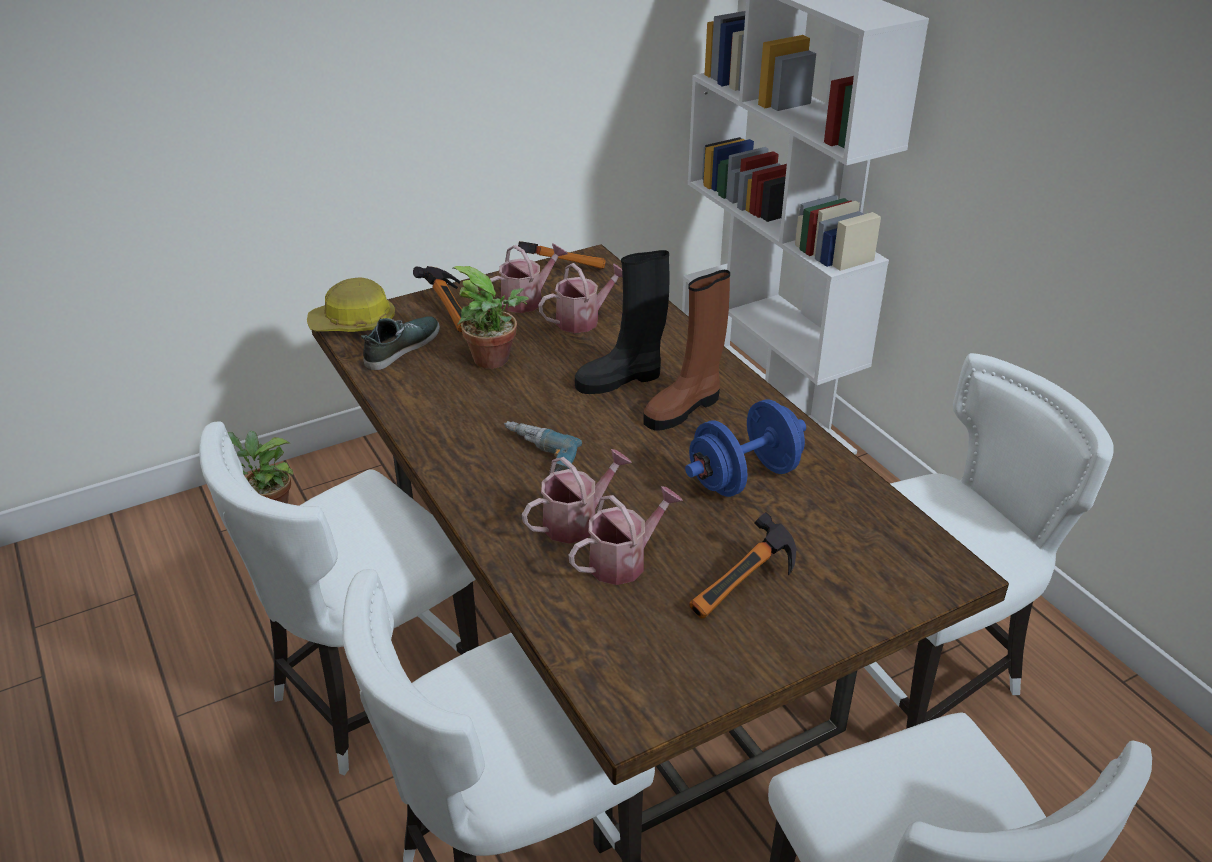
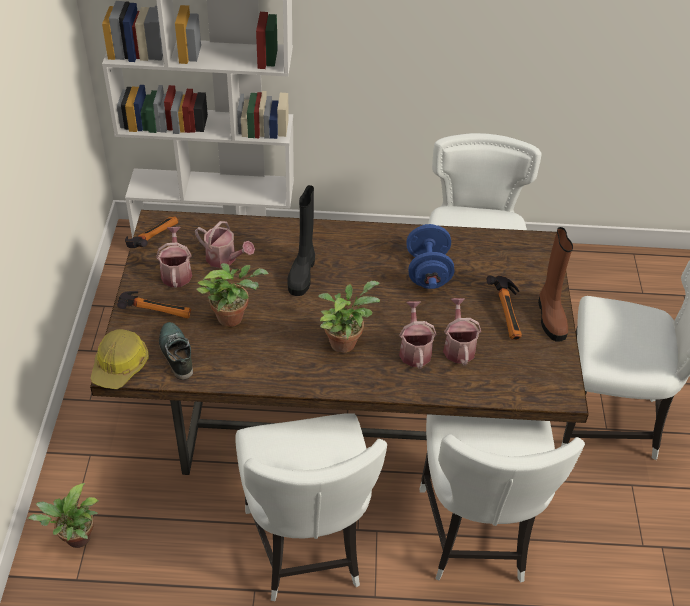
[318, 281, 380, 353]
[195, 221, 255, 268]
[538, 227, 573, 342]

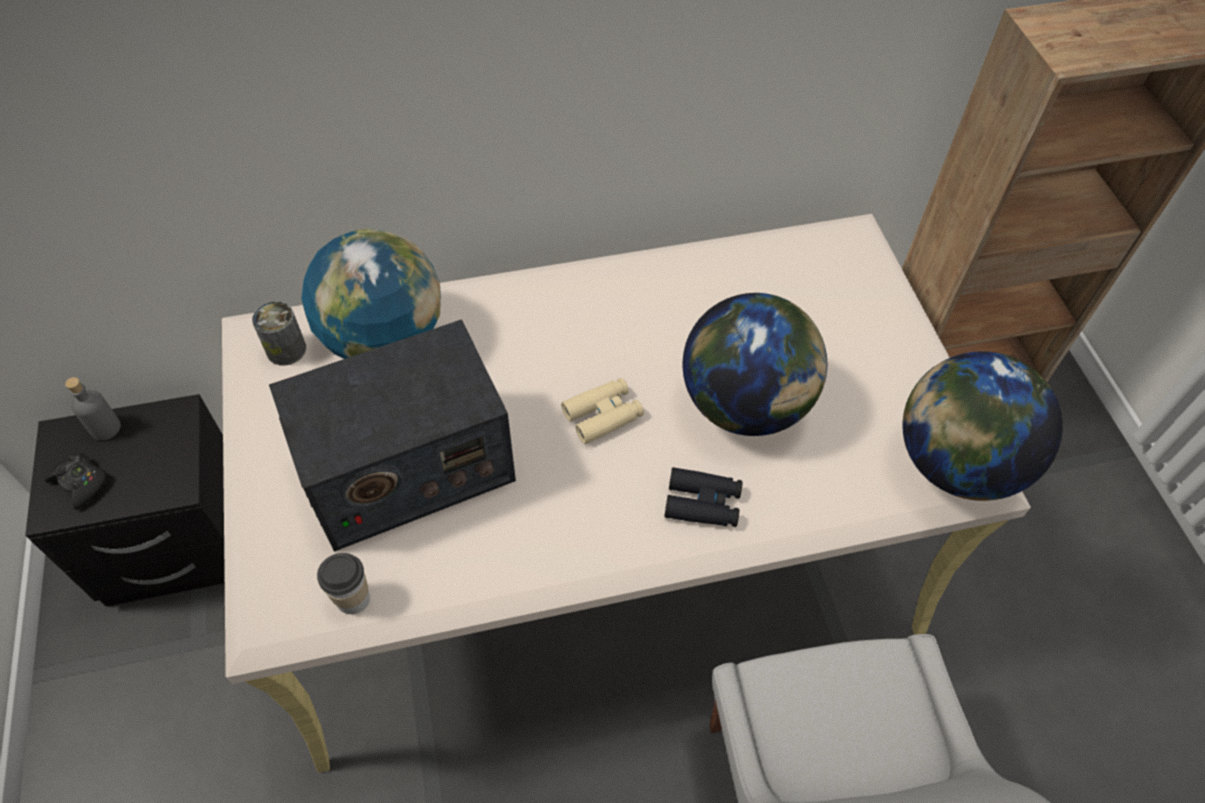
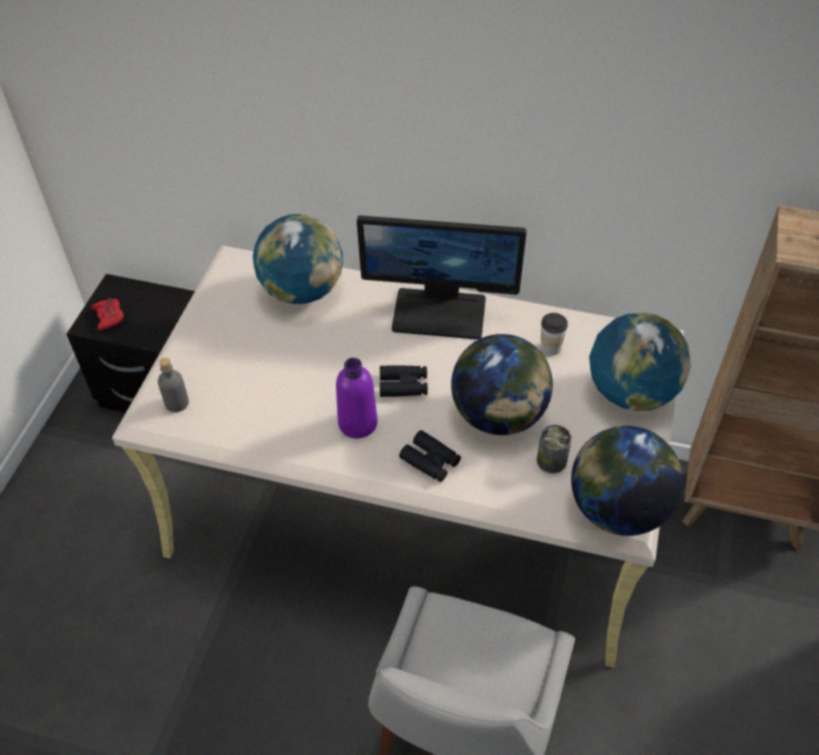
[91, 298, 124, 331]
[158, 358, 189, 412]
[537, 425, 572, 473]
[269, 319, 516, 552] (first image)
[541, 313, 568, 355]
[380, 365, 428, 397]
[336, 358, 378, 438]
[357, 215, 527, 339]
[589, 313, 691, 411]

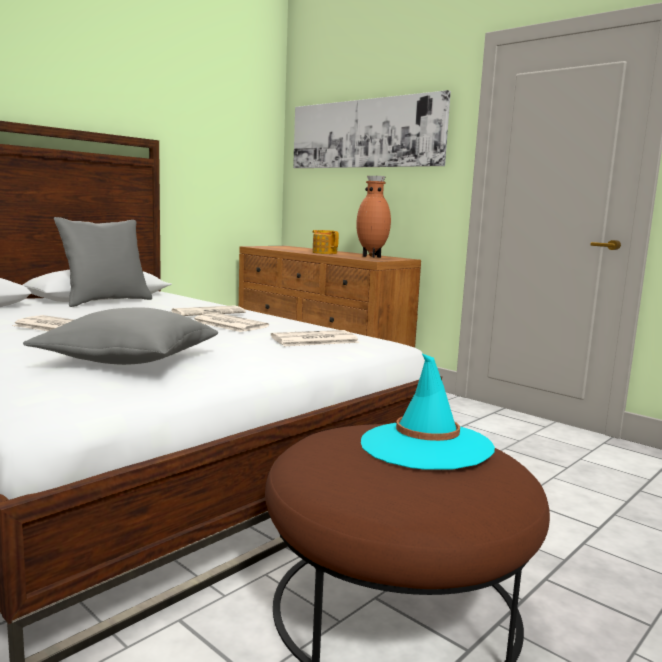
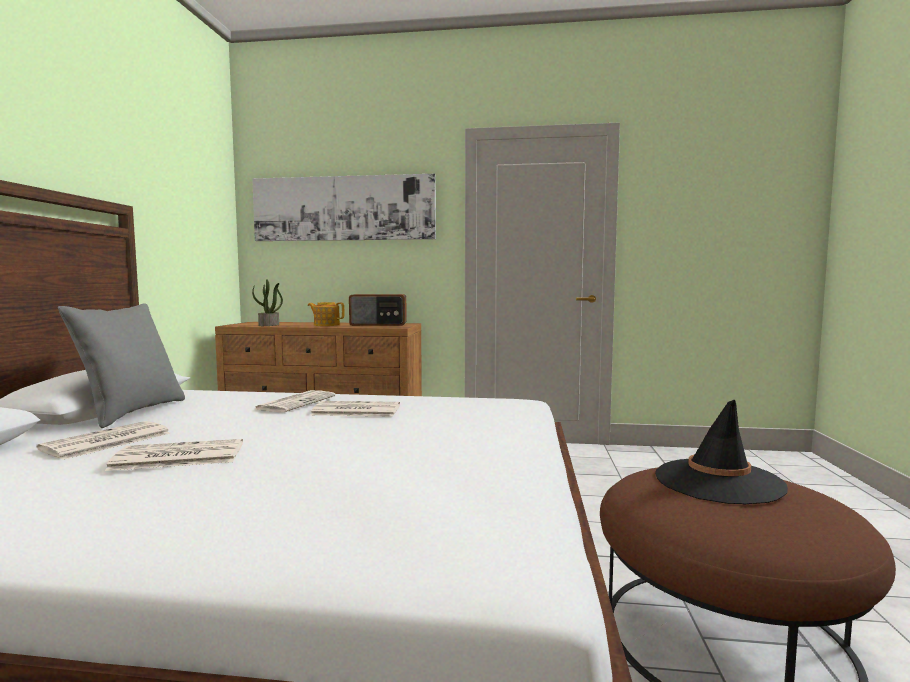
[23, 307, 219, 365] (first image)
[36, 421, 170, 460]
[349, 294, 407, 326]
[655, 400, 788, 505]
[252, 279, 283, 326]

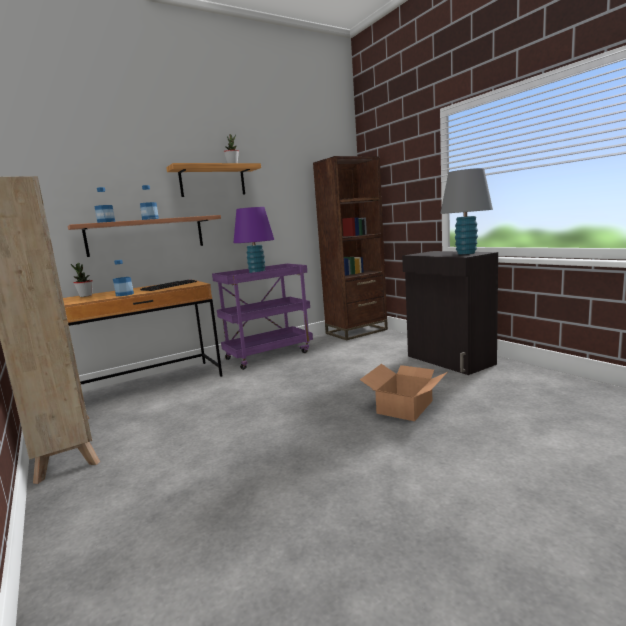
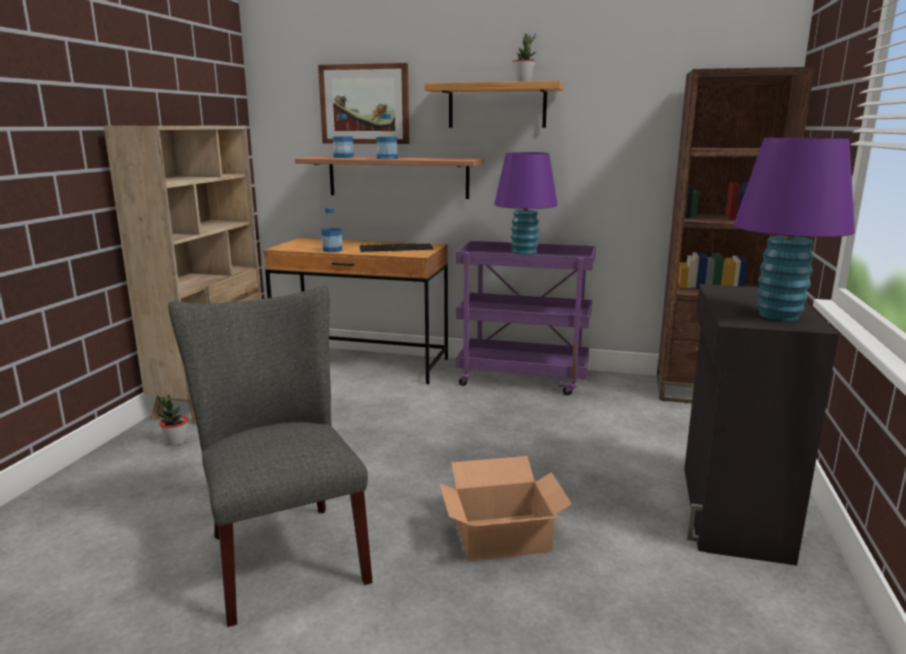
[157, 394, 188, 446]
[734, 138, 855, 321]
[168, 285, 373, 627]
[318, 63, 409, 144]

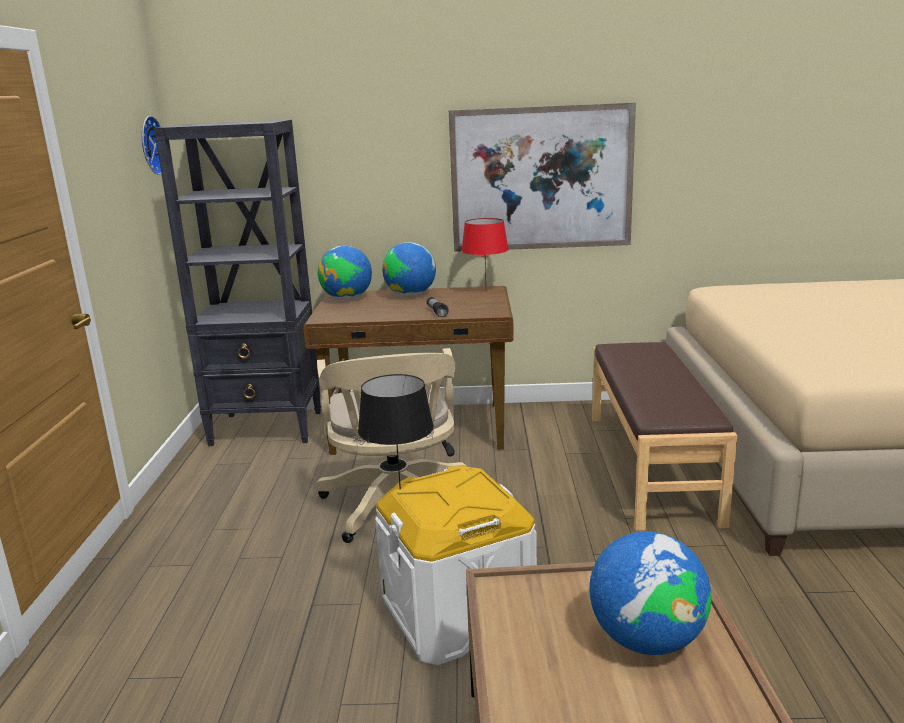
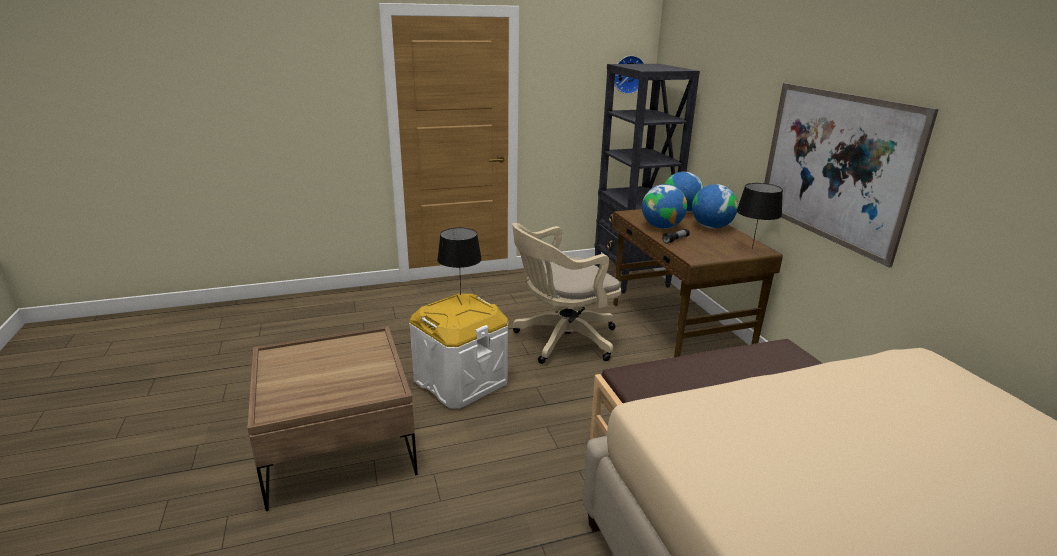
[737, 183, 783, 249]
[642, 184, 687, 229]

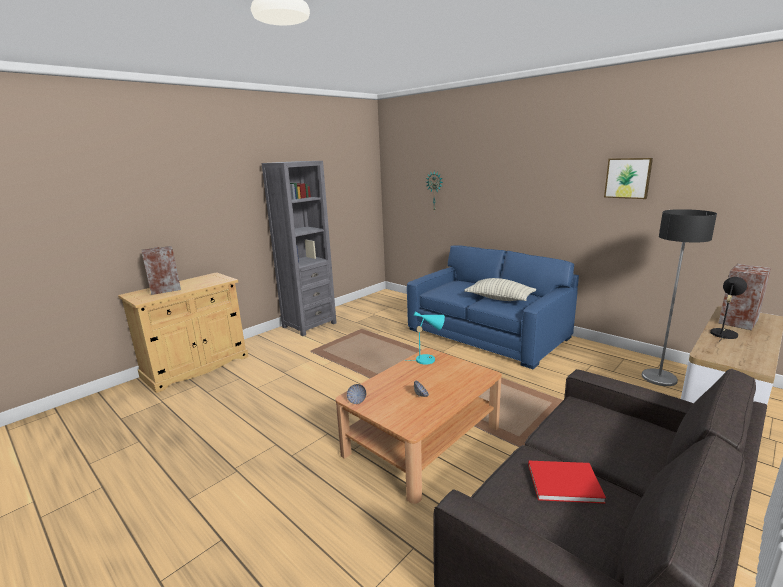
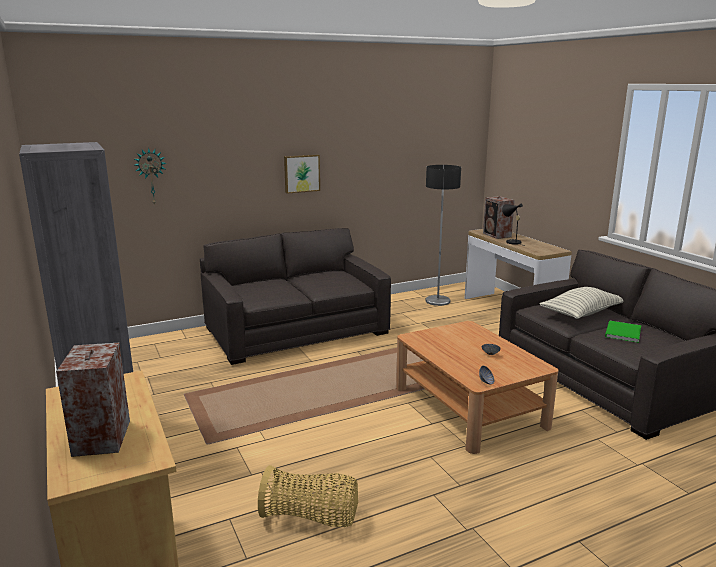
[200, 228, 391, 365]
[407, 311, 445, 365] (first image)
[540, 287, 623, 319]
[605, 321, 641, 343]
[284, 155, 320, 194]
[258, 465, 358, 527]

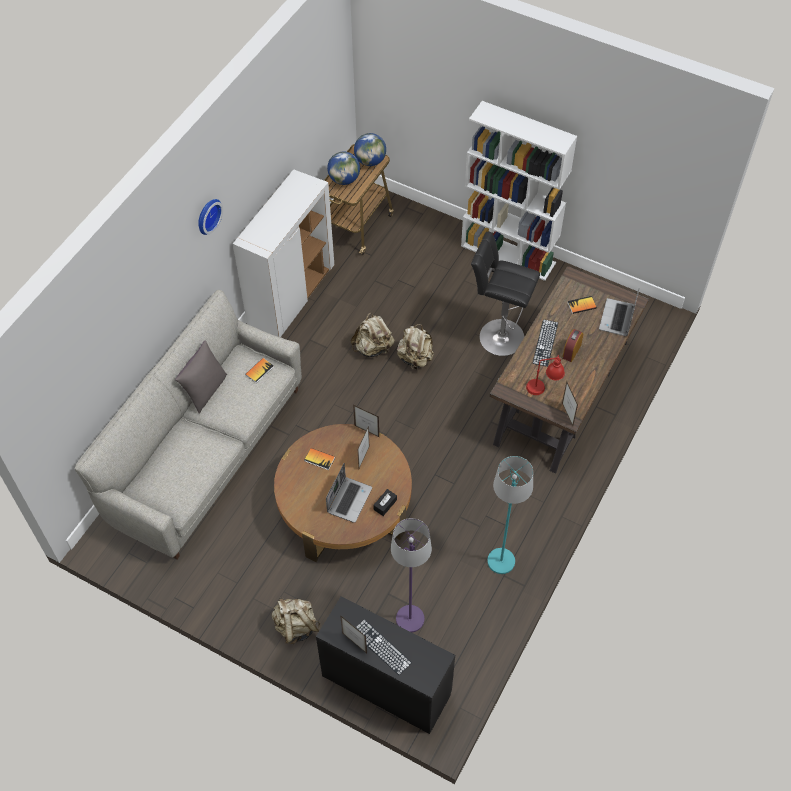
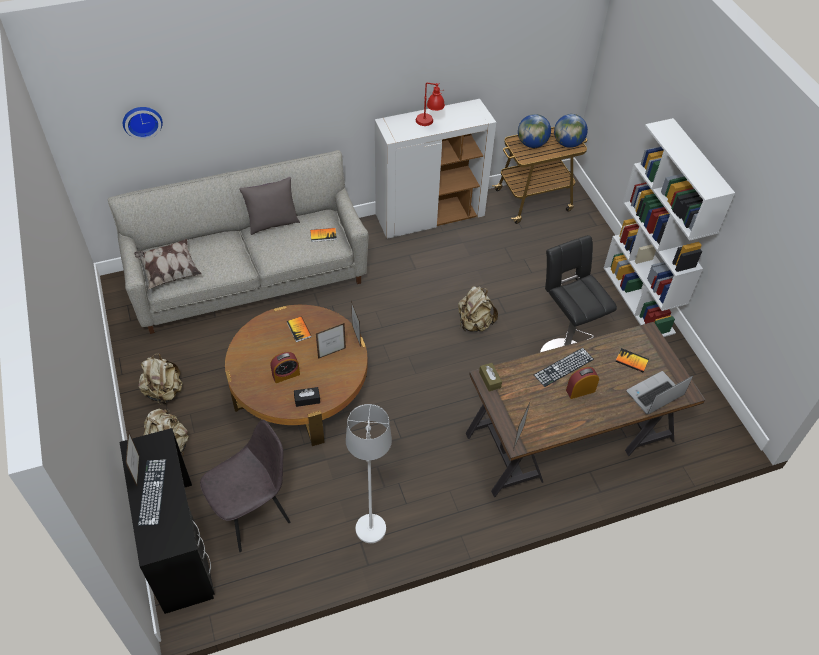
[123, 107, 163, 140]
[270, 352, 300, 383]
[139, 353, 182, 405]
[200, 420, 290, 552]
[346, 404, 392, 543]
[416, 83, 445, 126]
[134, 239, 201, 290]
[479, 363, 502, 391]

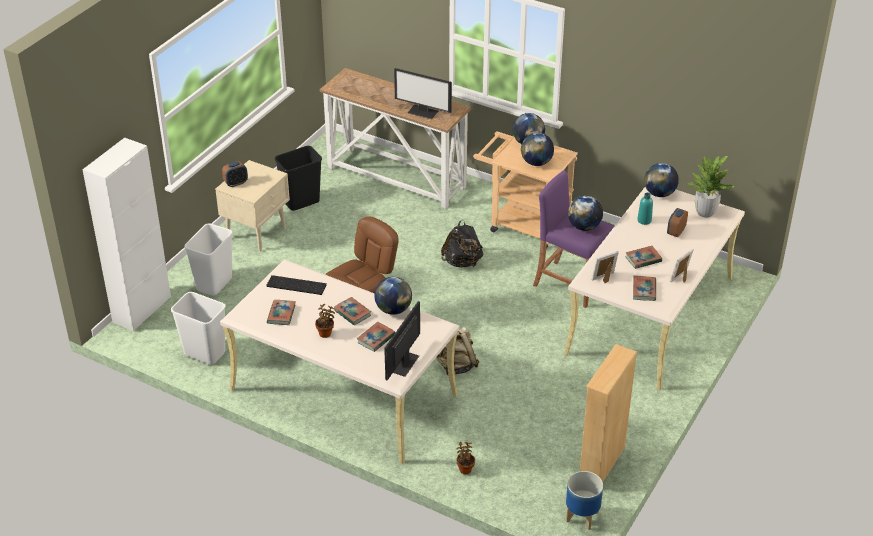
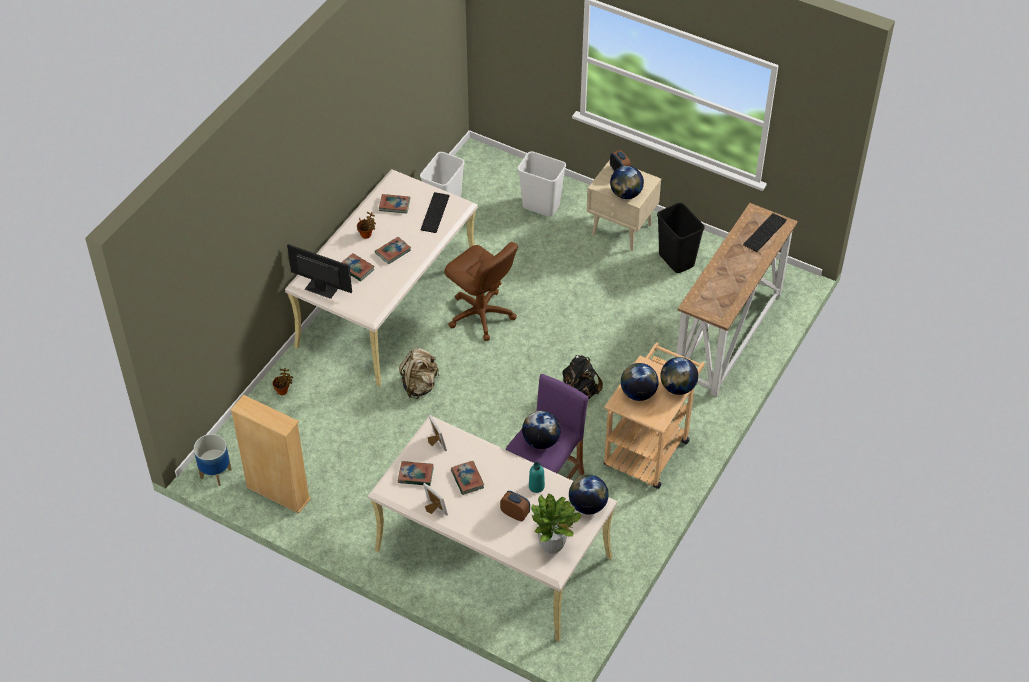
[82, 138, 171, 331] (first image)
[610, 166, 644, 199]
[394, 68, 452, 119] (first image)
[743, 213, 787, 252]

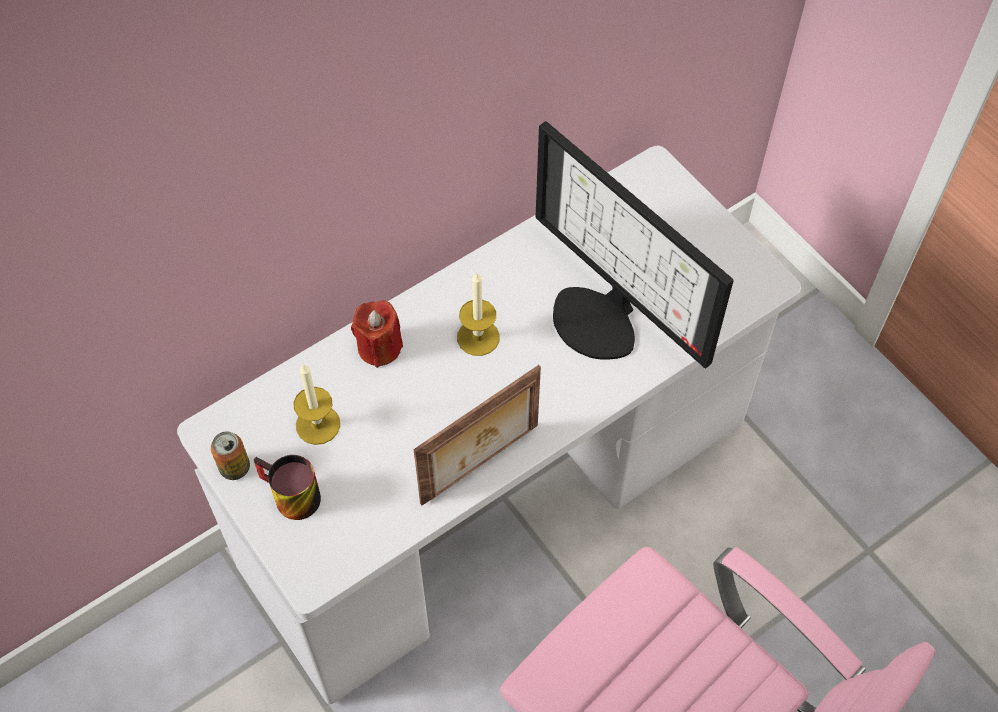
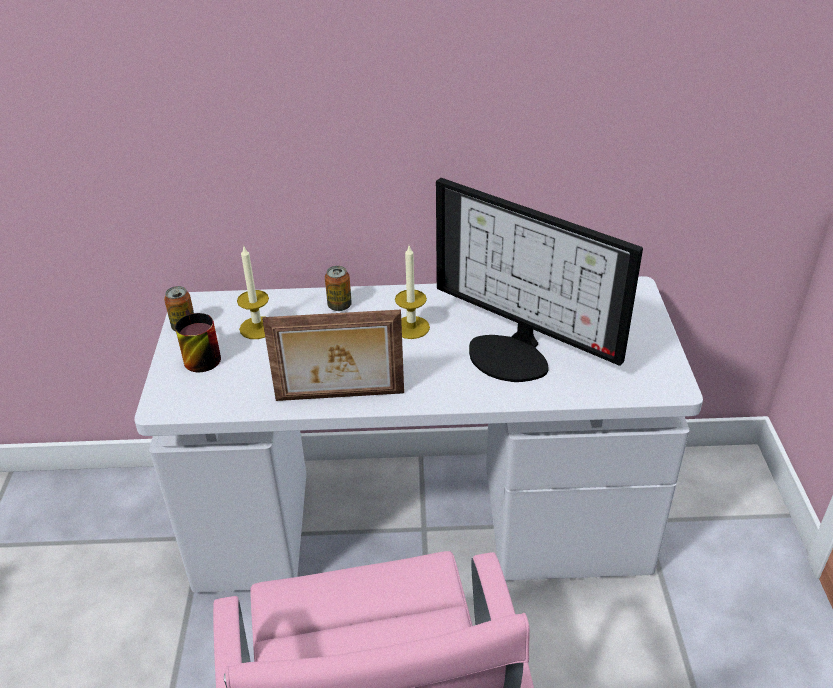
[325, 266, 352, 311]
[436, 178, 643, 382]

